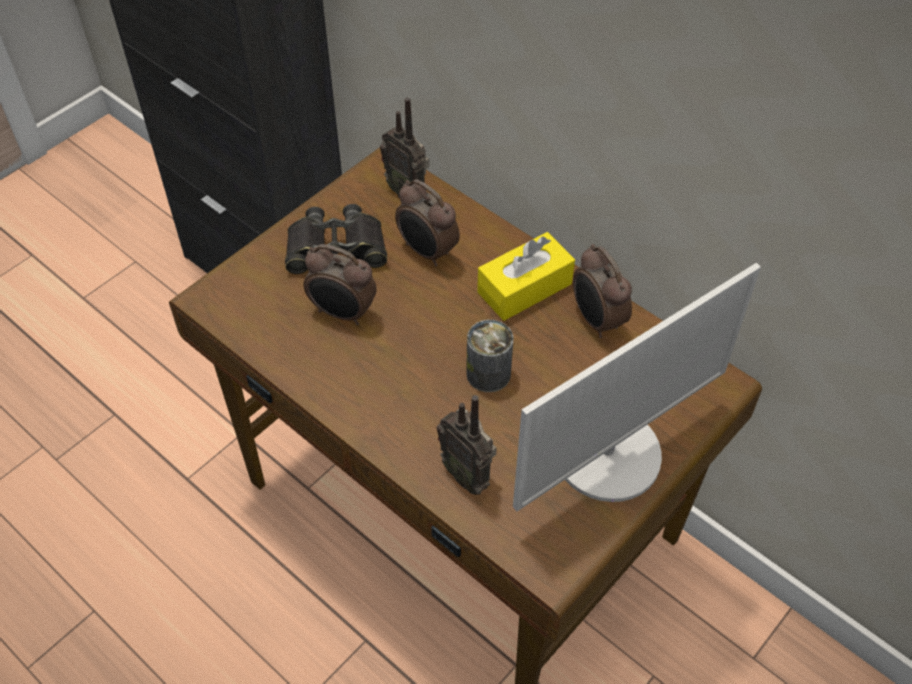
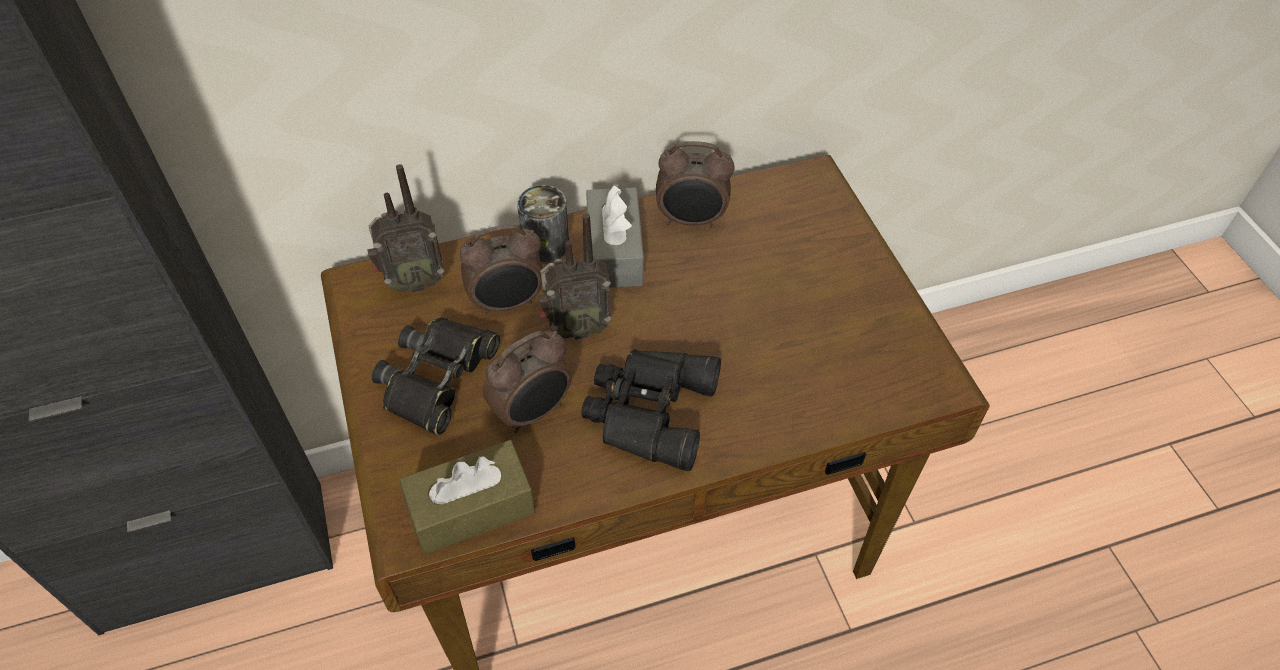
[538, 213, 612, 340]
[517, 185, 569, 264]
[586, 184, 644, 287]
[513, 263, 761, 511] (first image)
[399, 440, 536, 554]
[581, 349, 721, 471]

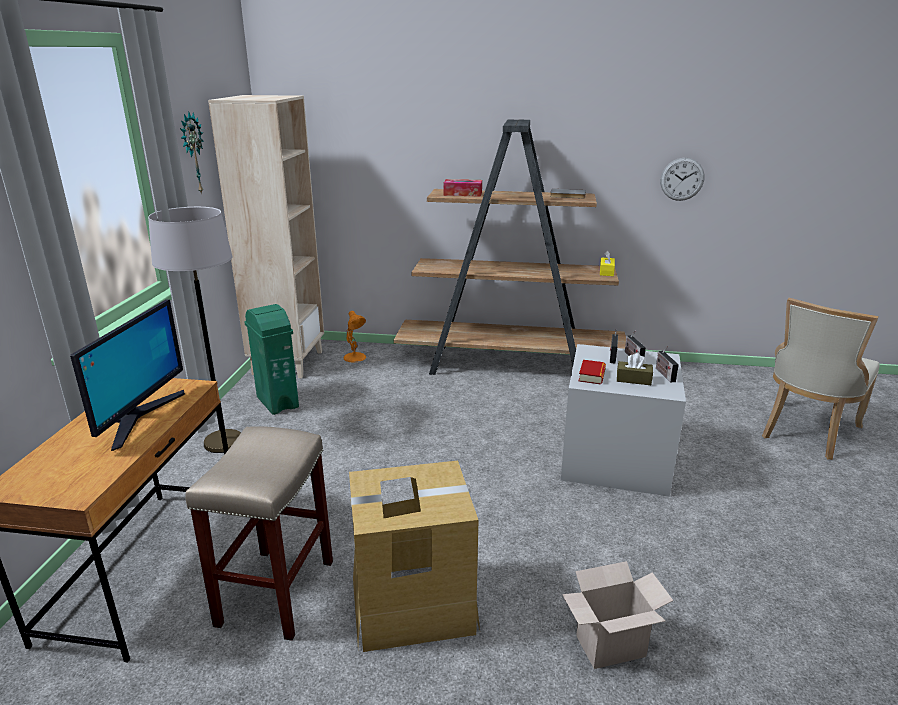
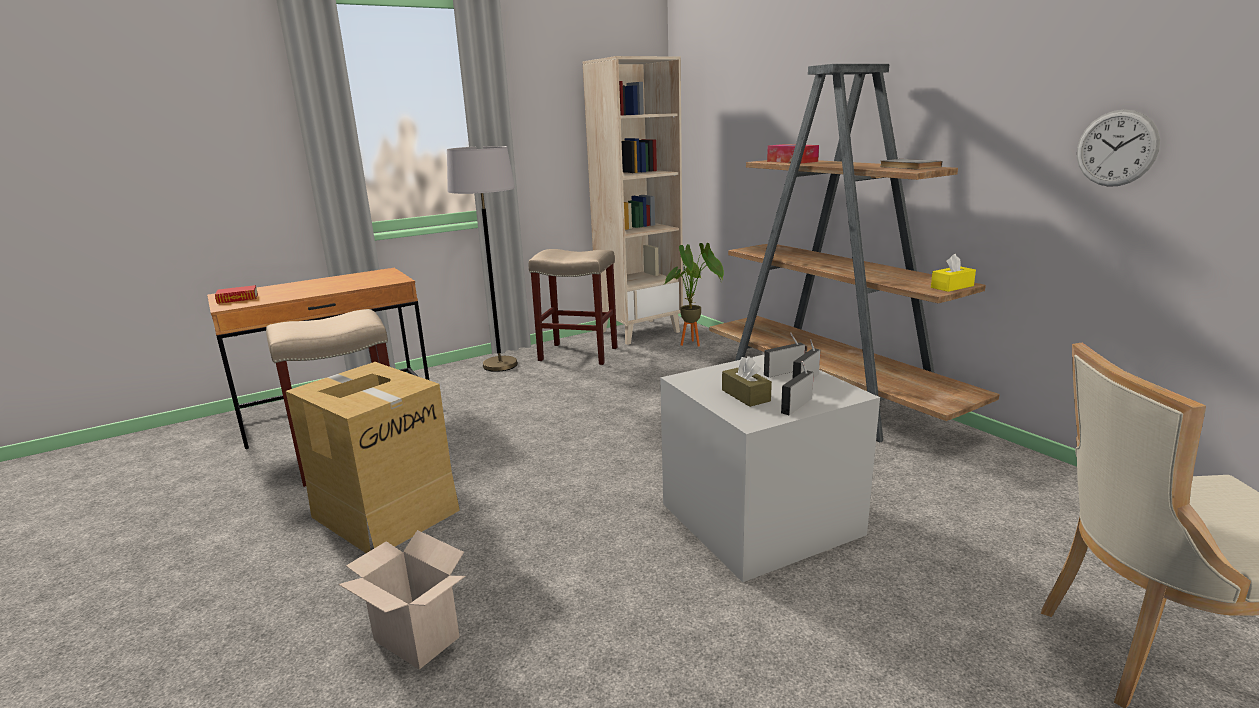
[70, 299, 185, 451] (first image)
[180, 111, 204, 195] (first image)
[528, 249, 617, 365]
[665, 243, 724, 346]
[215, 285, 258, 304]

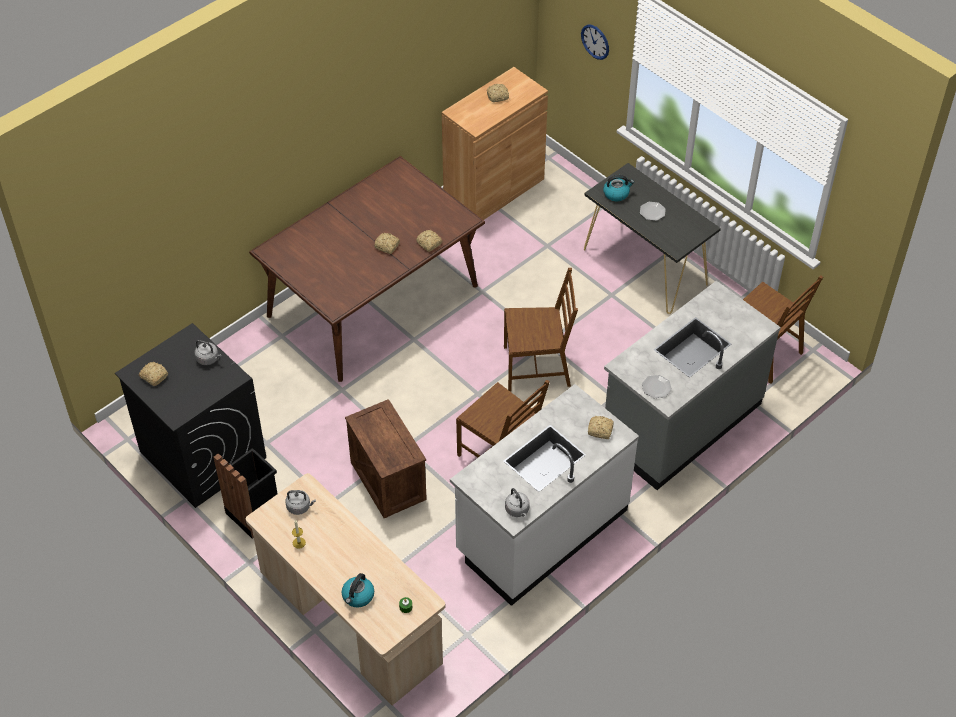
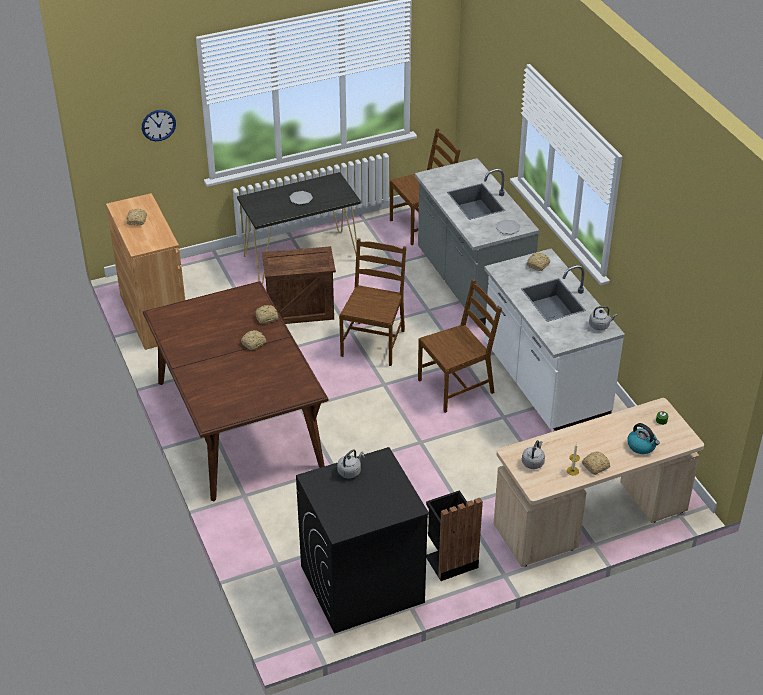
[582, 452, 610, 475]
[262, 246, 336, 324]
[603, 175, 634, 201] (first image)

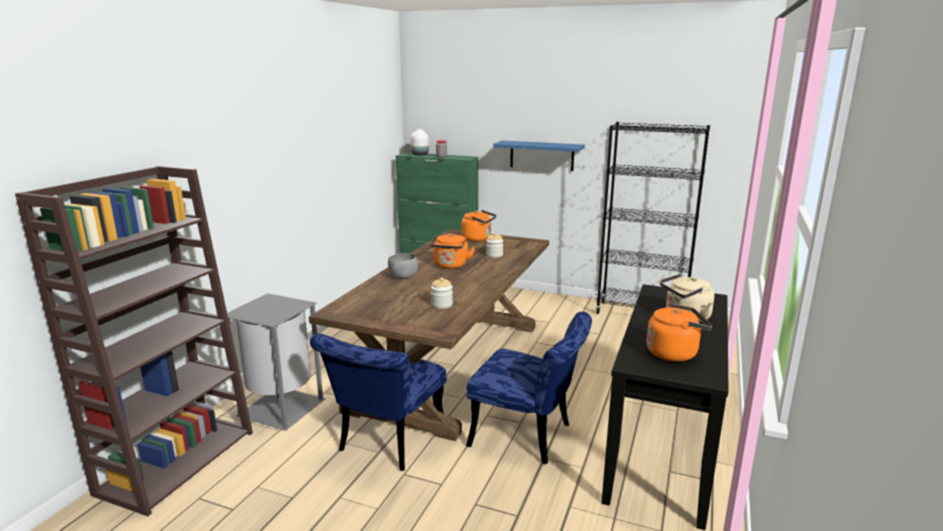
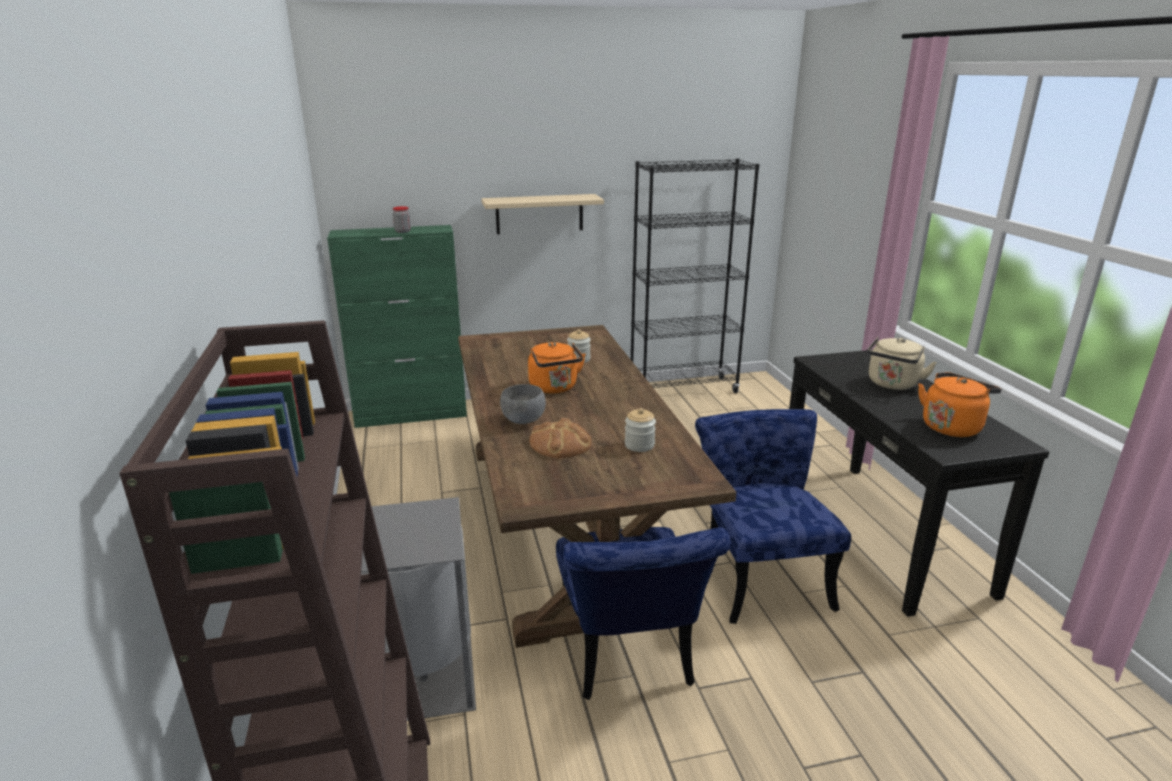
[411, 129, 429, 156] (first image)
[461, 210, 496, 242] (first image)
[695, 409, 851, 624]
[481, 194, 604, 234]
[529, 418, 591, 458]

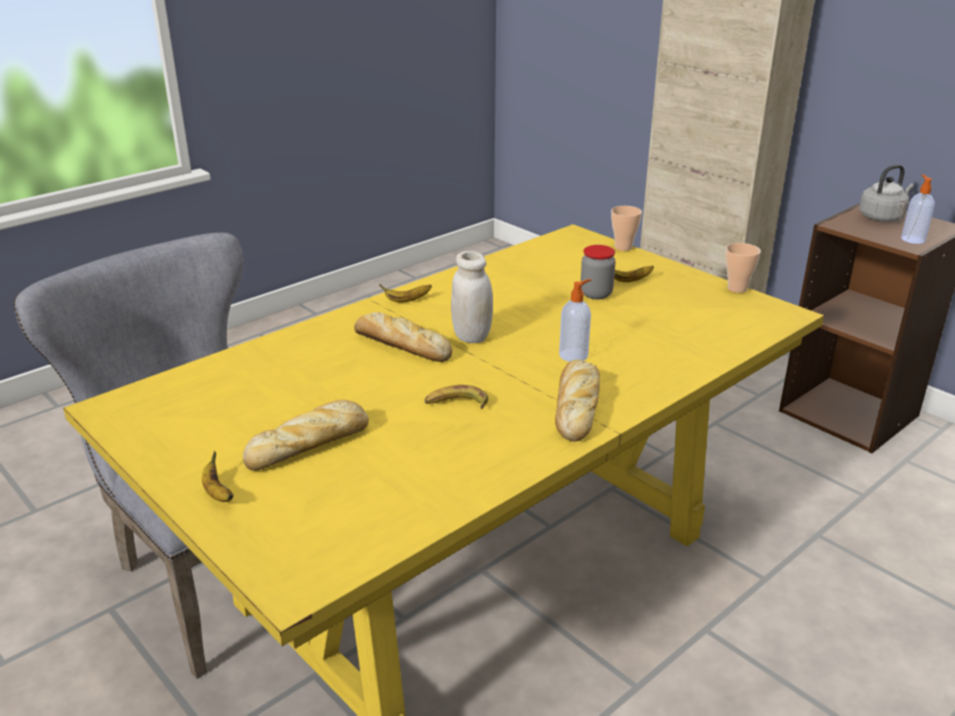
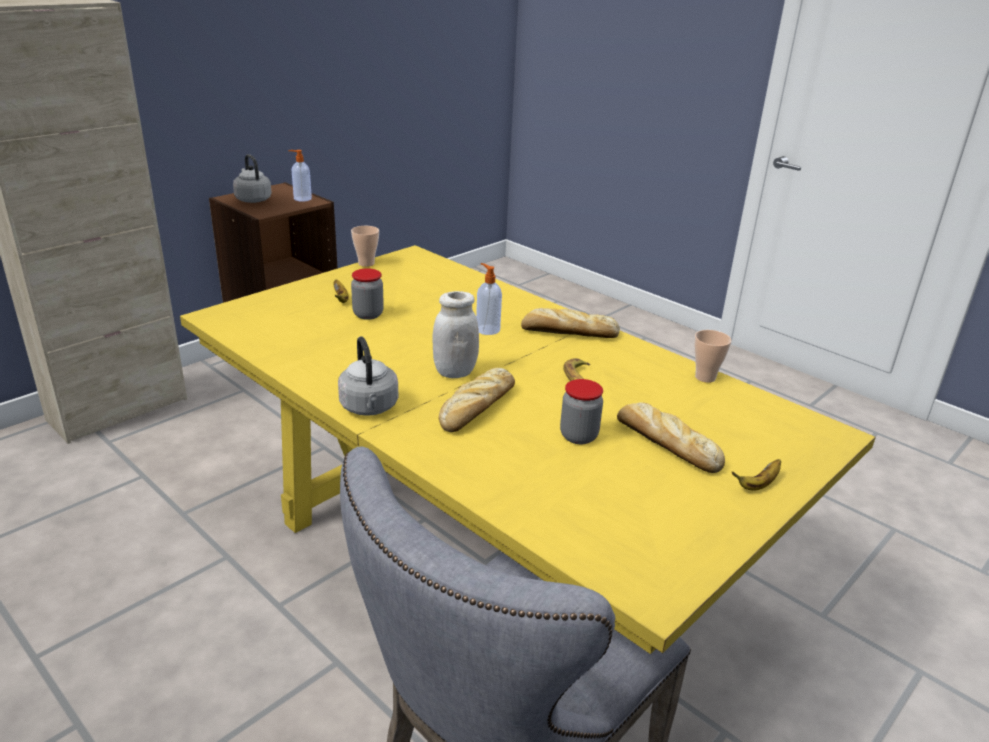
[338, 336, 398, 416]
[694, 330, 732, 383]
[560, 379, 603, 444]

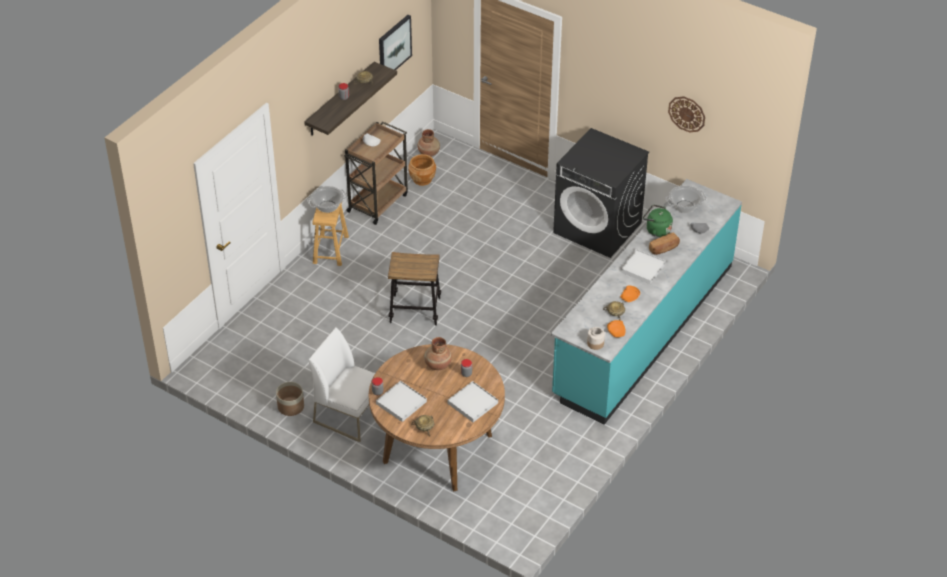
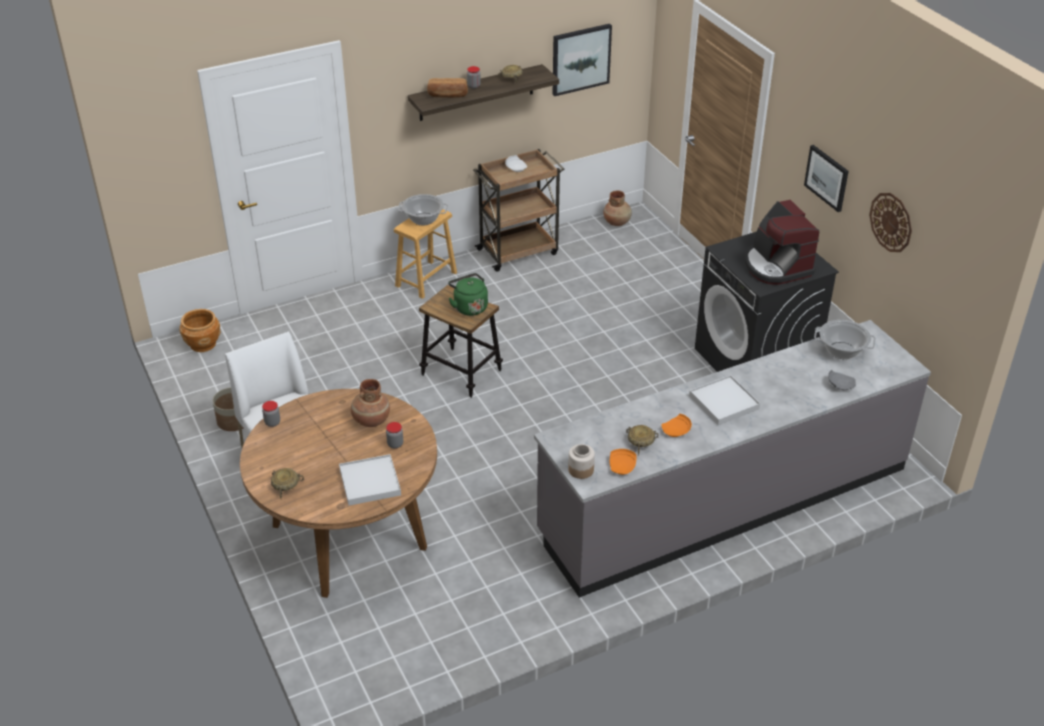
[376, 381, 427, 422] (first image)
[179, 309, 221, 352]
[534, 320, 931, 598]
[448, 273, 488, 316]
[427, 78, 468, 98]
[744, 200, 819, 285]
[804, 145, 849, 212]

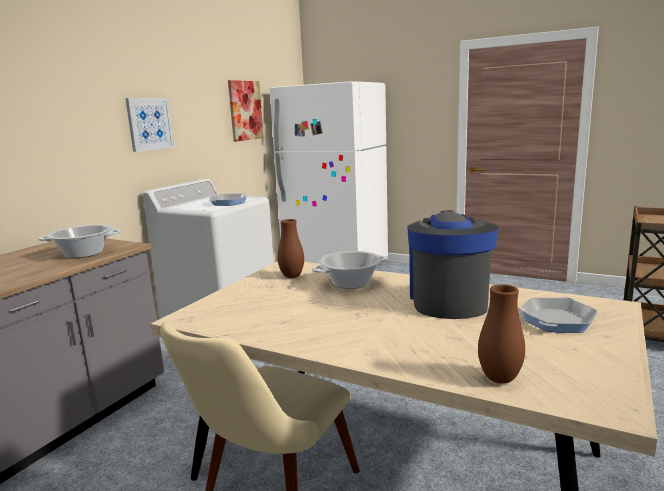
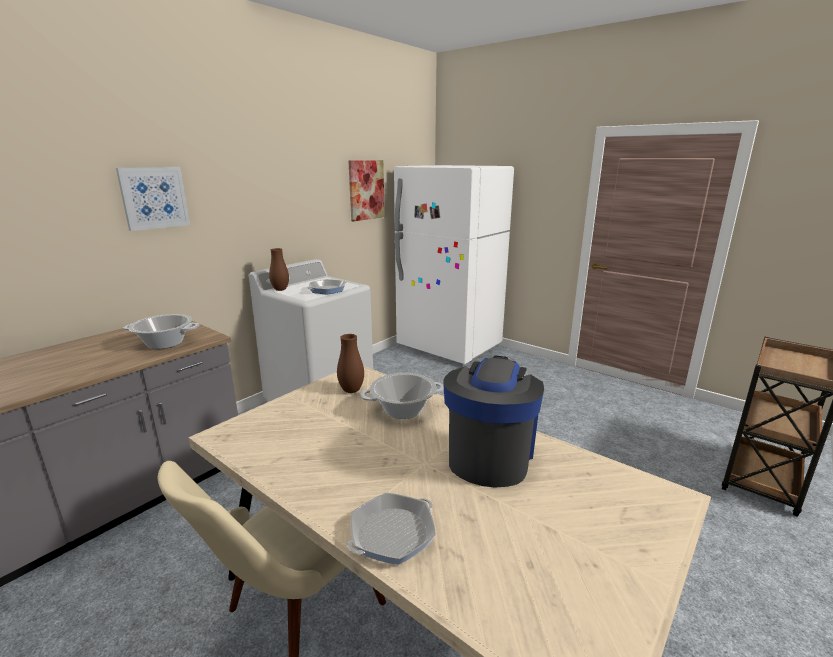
[116, 167, 190, 231]
[269, 248, 289, 291]
[347, 492, 436, 565]

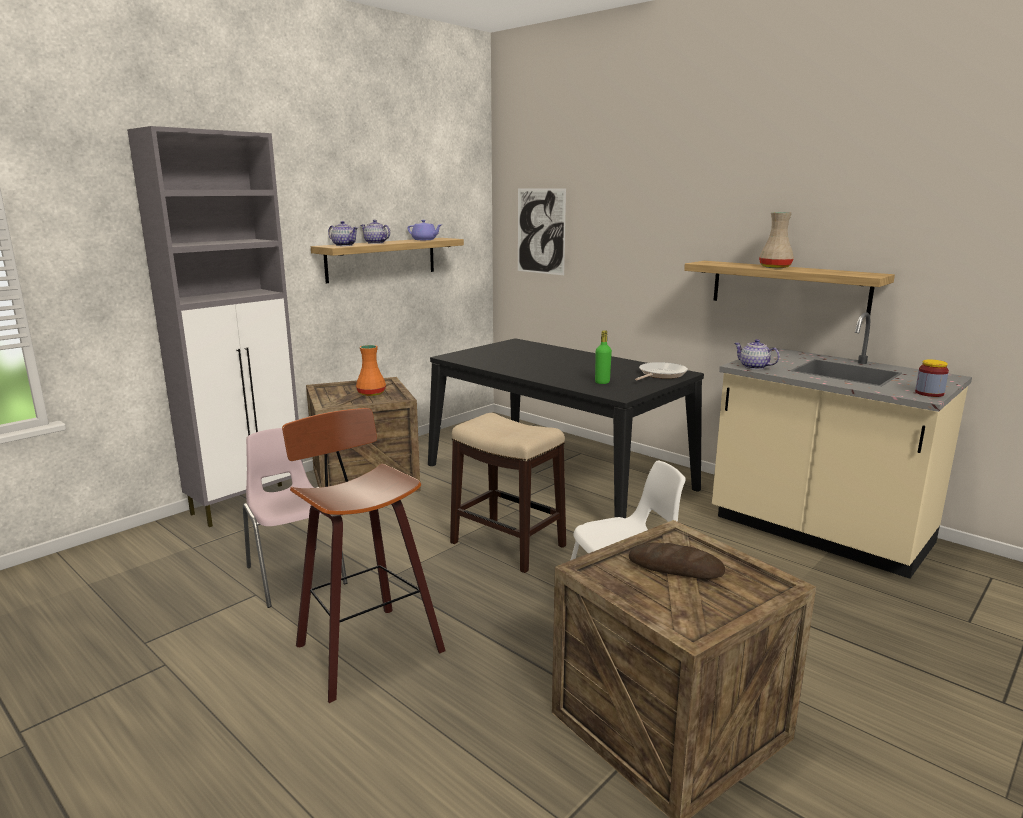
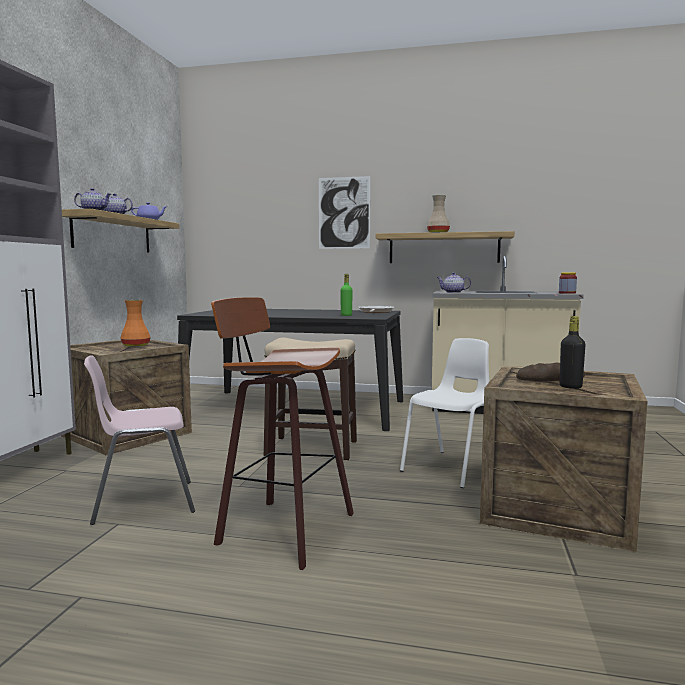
[84, 356, 195, 525]
[319, 176, 370, 249]
[559, 316, 586, 389]

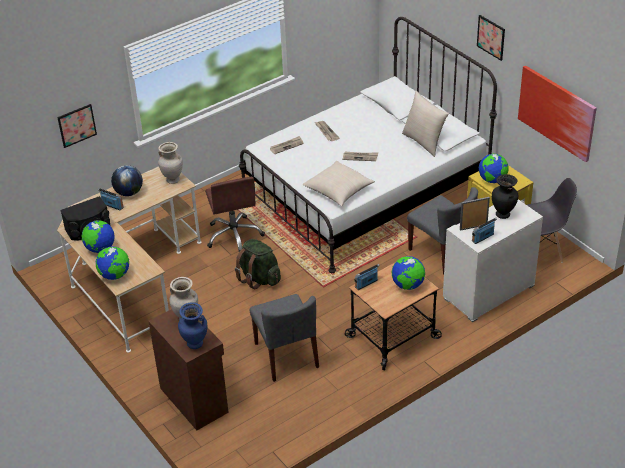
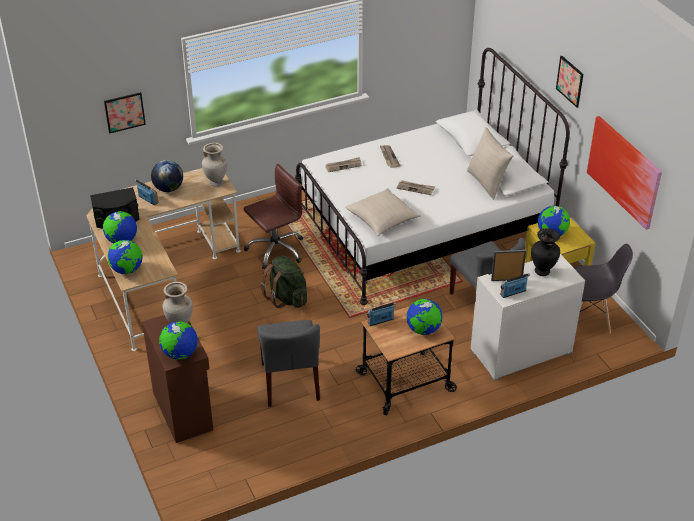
[159, 322, 198, 360]
[244, 164, 303, 269]

